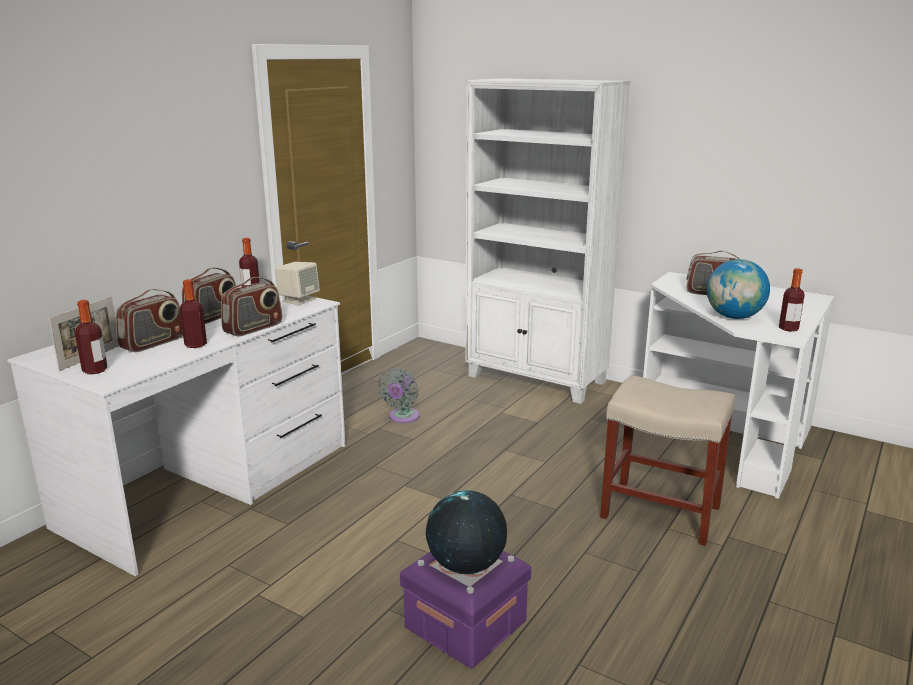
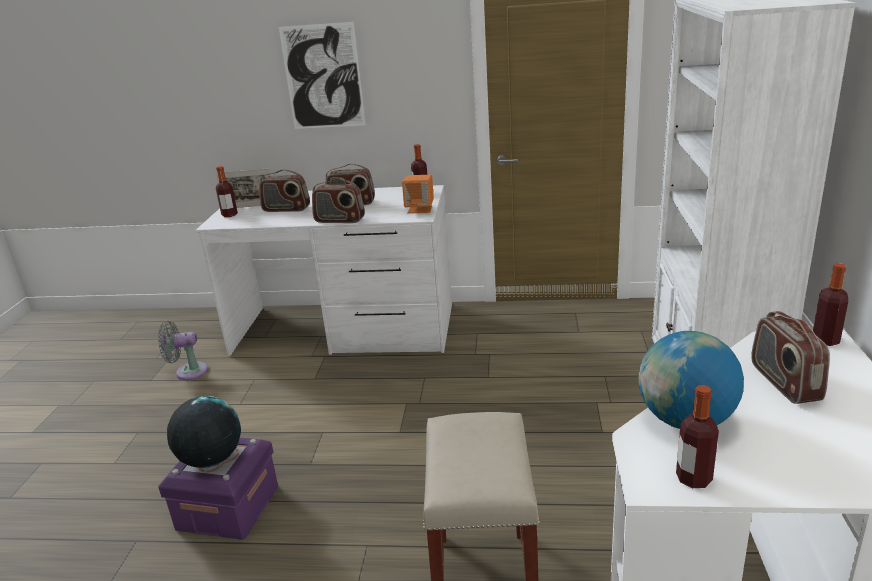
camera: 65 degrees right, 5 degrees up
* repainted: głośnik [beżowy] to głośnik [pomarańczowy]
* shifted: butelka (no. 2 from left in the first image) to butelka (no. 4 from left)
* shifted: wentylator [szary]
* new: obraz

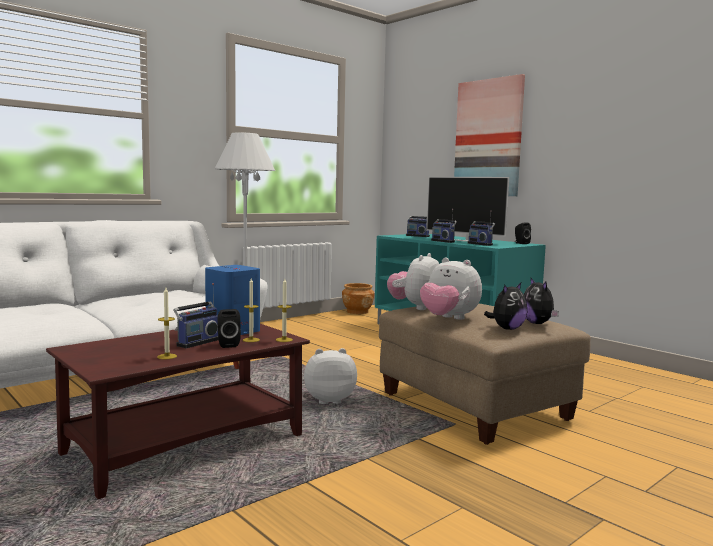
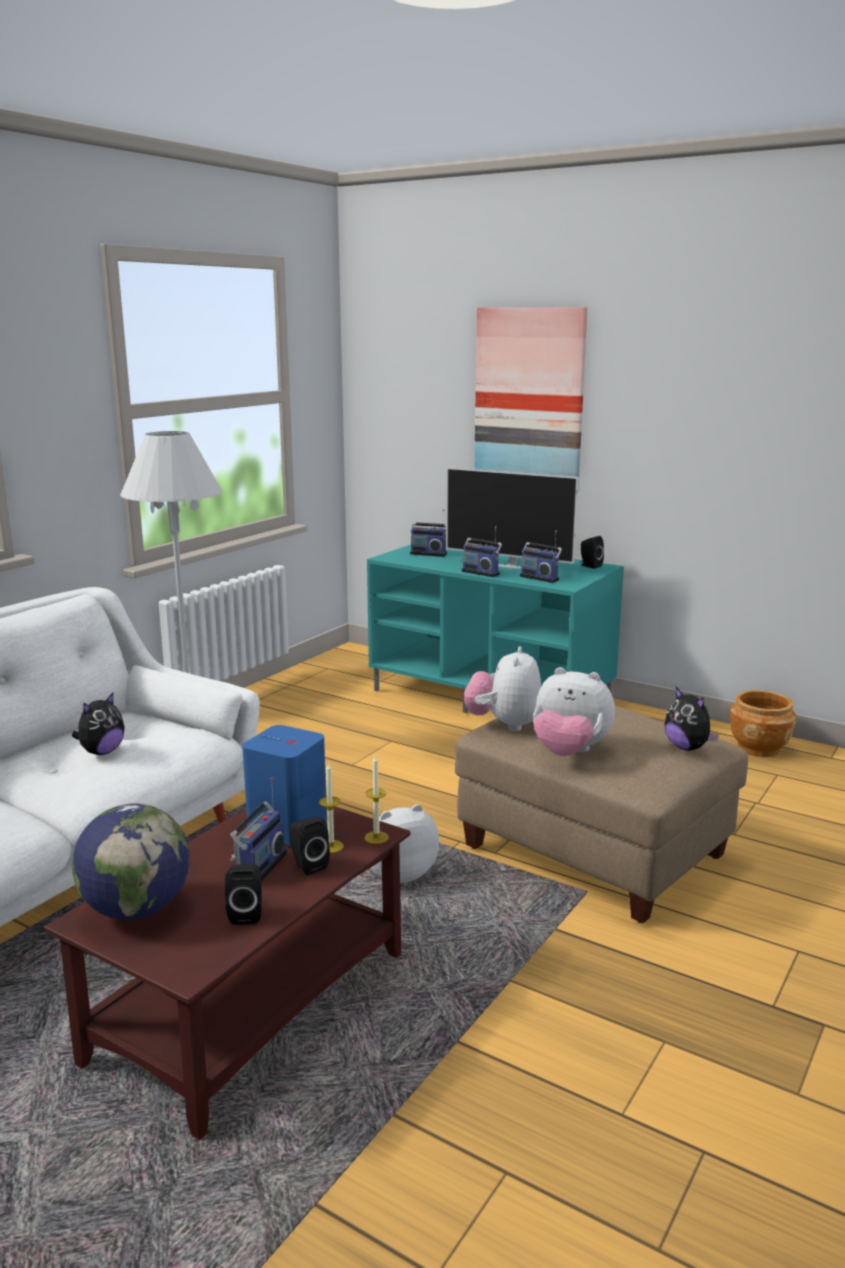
camera: 15 degrees left, 10 degrees up
* shifted: donica [brązowy]
* shifted: pluszak (no. 4 from left in the first image) to pluszak (no. 1 from left)
* swapped: świeca (no. 1 from left) to głośnik [czarny] (no. 1 from left)
* new: globus

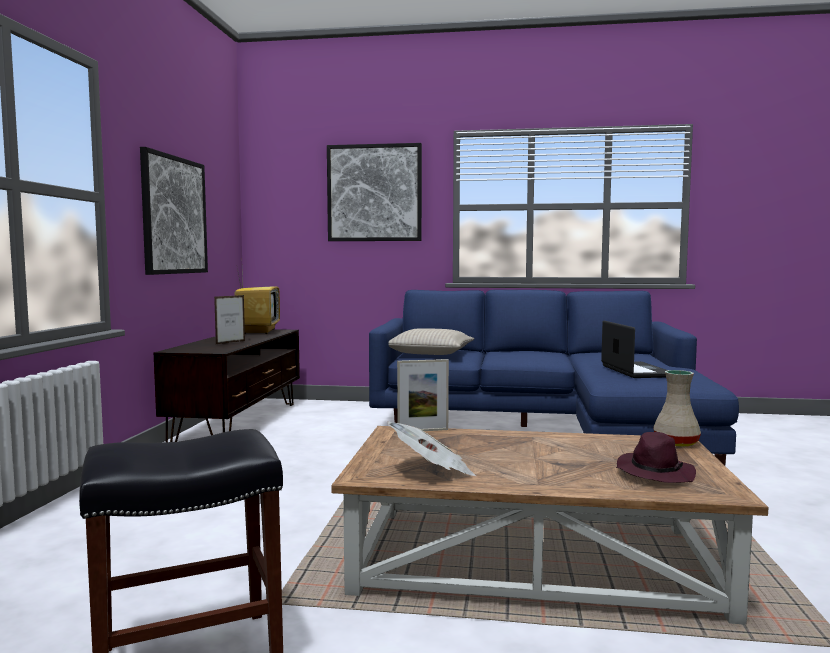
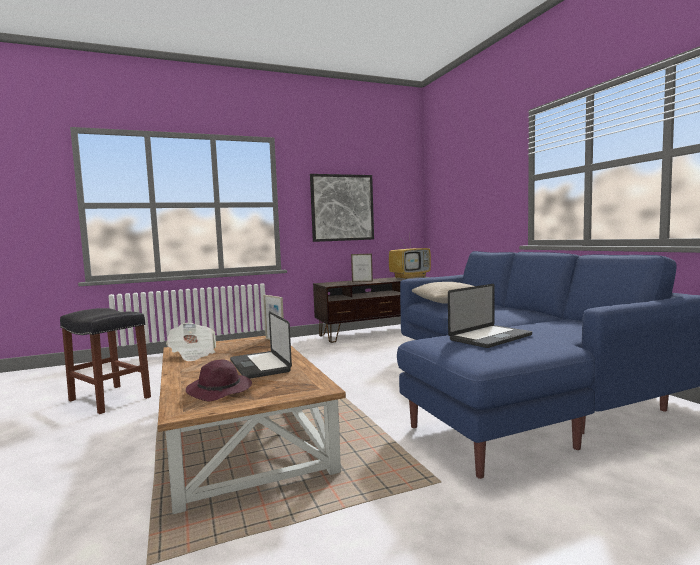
camera: 60 degrees right, 0 degrees up
* gone: obraz (no. 2 from left)
* gone: wazon [beżowy]
* new: laptop (no. 1 from left)

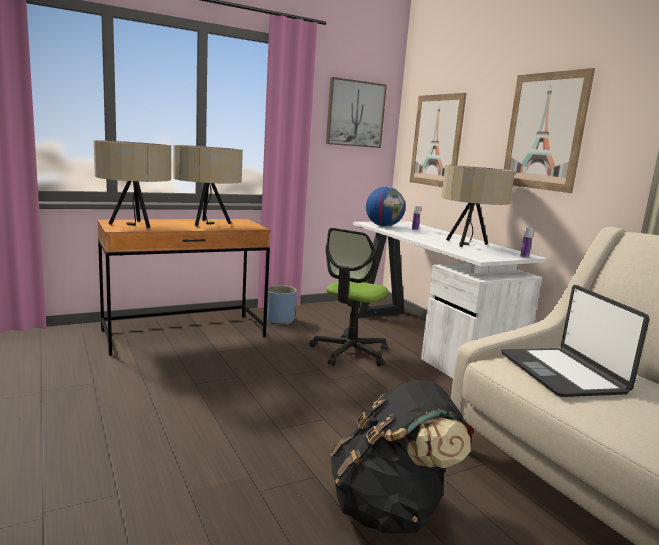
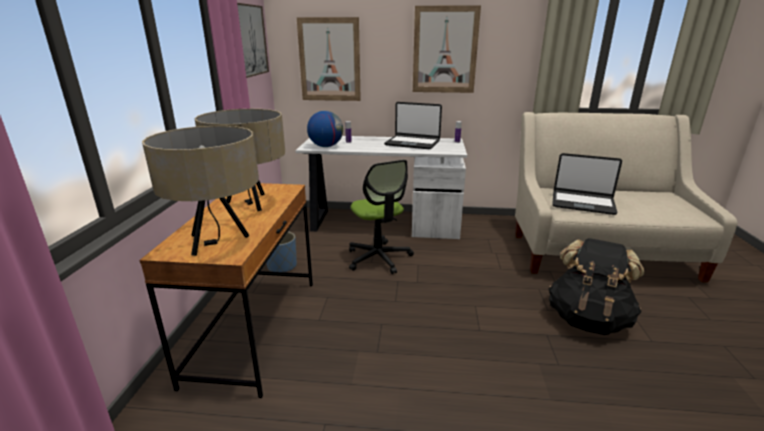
camera: 55 degrees left, 10 degrees up
* swapped: lampa stołowa [beżowy] (no. 3 from left) to laptop (no. 1 from left)

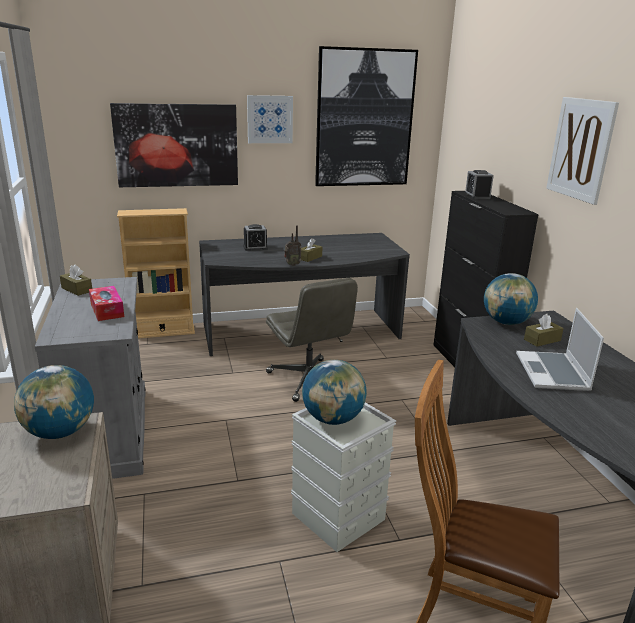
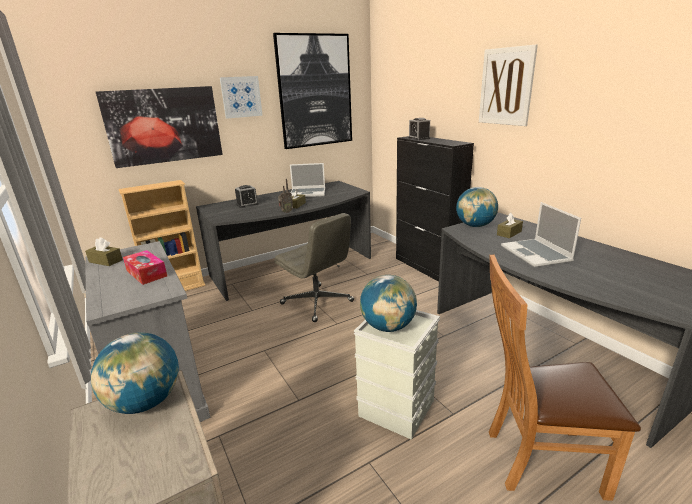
camera: 15 degrees left, 0 degrees up
* new: laptop (no. 1 from left)

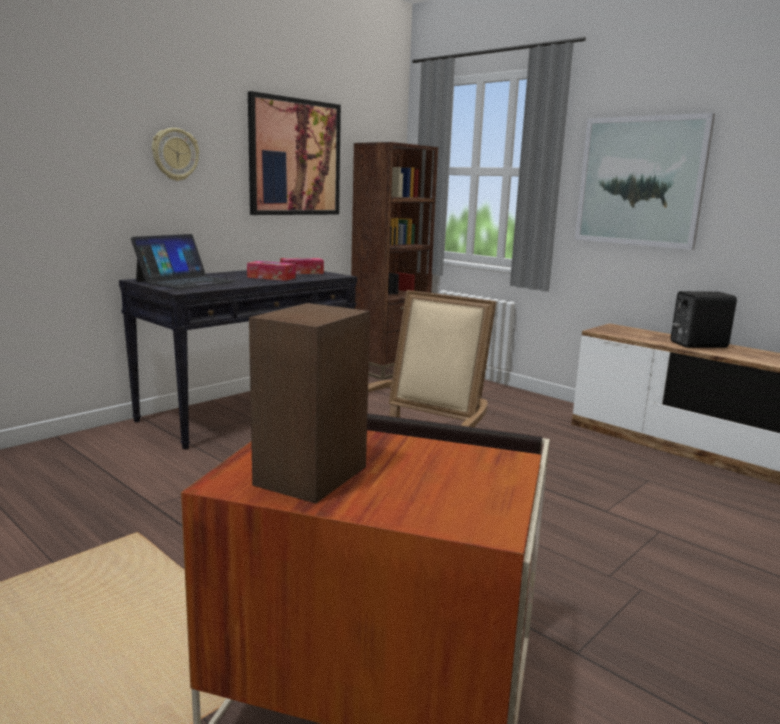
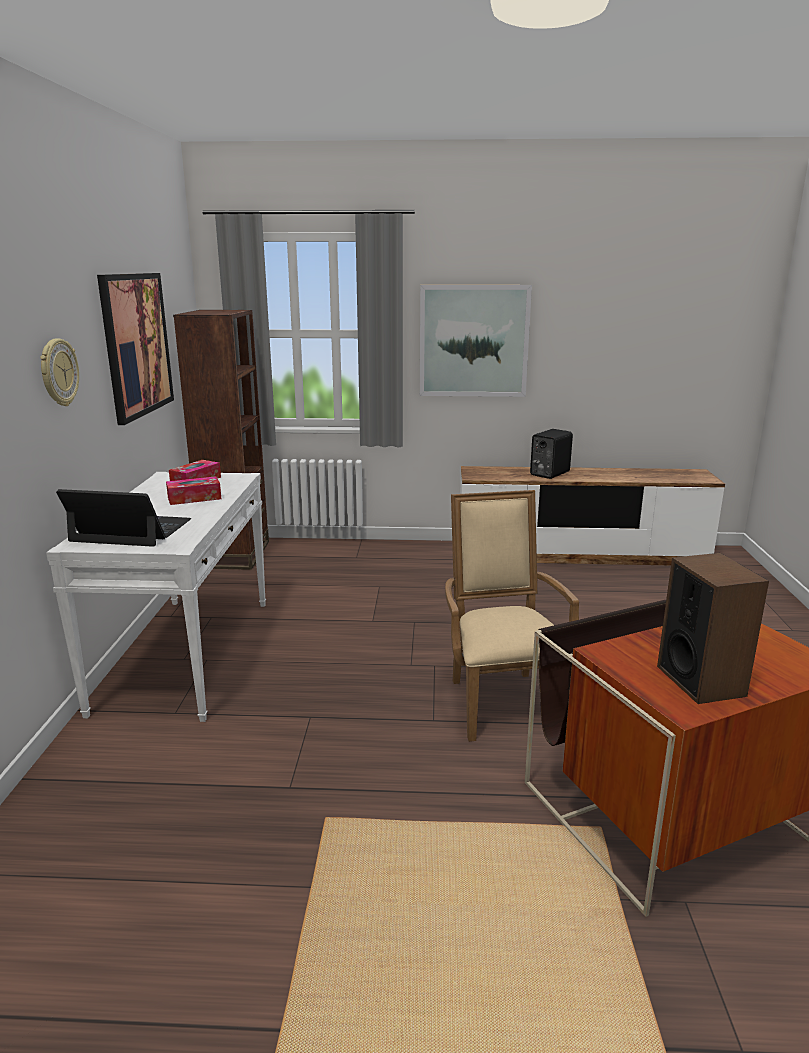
camera: 40 degrees left, 5 degrees up
* rotated: laptop 75 degrees counterclockwise
* repainted: stolik konsolowy [czarny] to stolik konsolowy [biały]

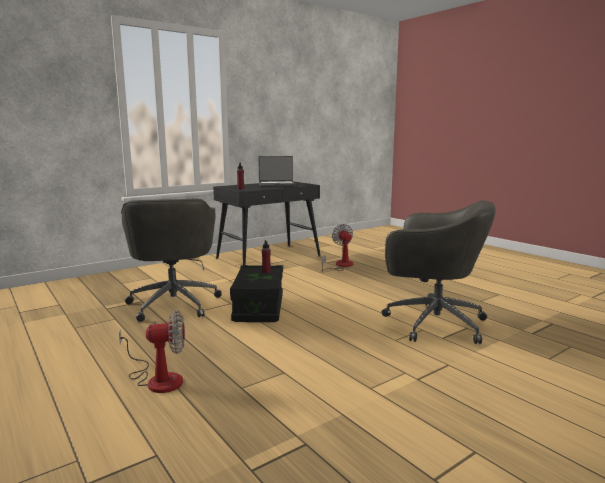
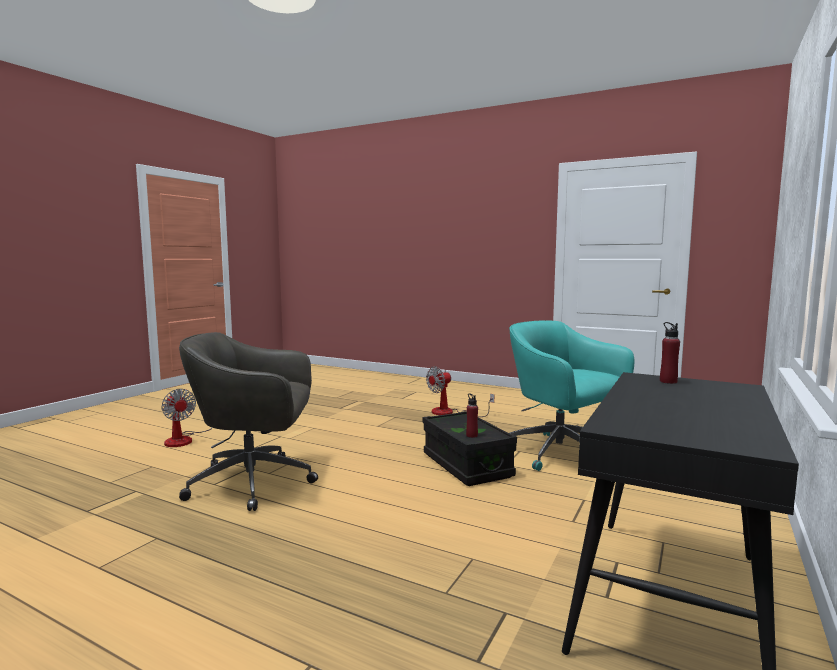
camera: 155 degrees right, 5 degrees down
* gone: laptop
* repainted: krzesło biurowe [szary] (no. 1 from left) to krzesło biurowe [turkusowy]
* shifted: wentylator (no. 2 from left in the first image) to wentylator (no. 1 from left)

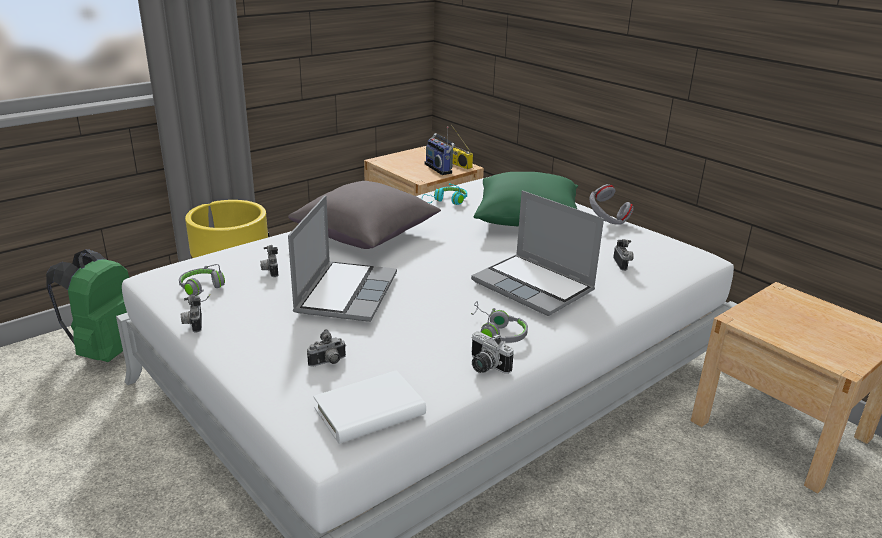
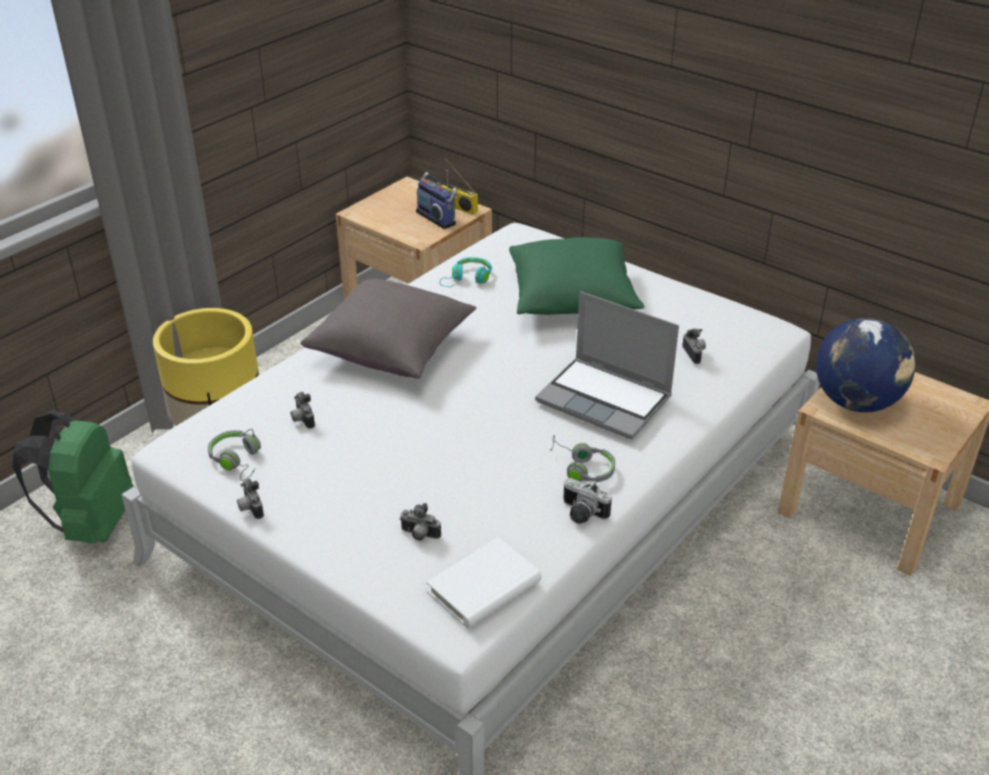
camera: 10 degrees left, 10 degrees up
* gone: słuchawki [szary] (no. 3 from left)
* gone: laptop (no. 1 from left)
* rotated: aparat fotograficzny (no. 3 from left) 60 degrees clockwise
* new: globus

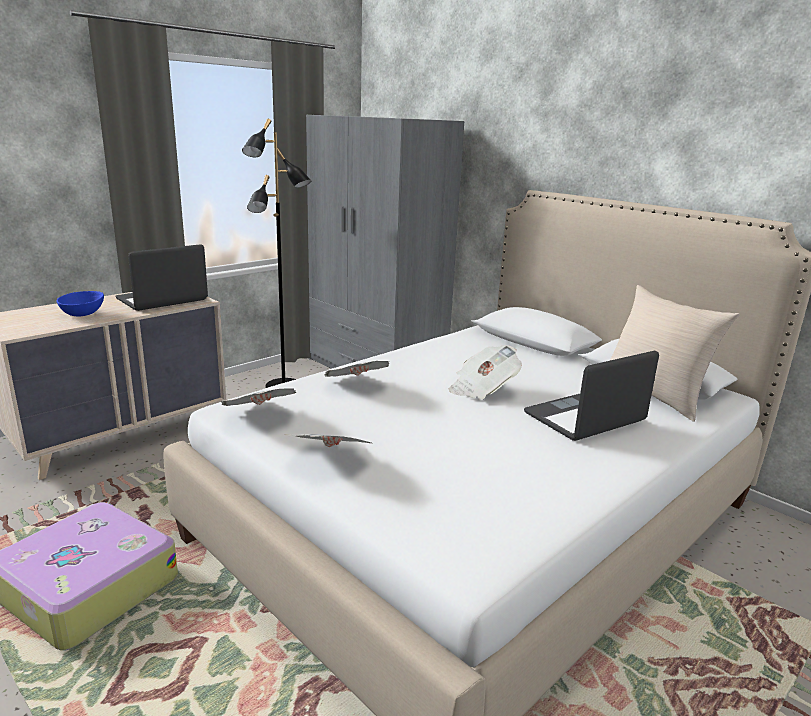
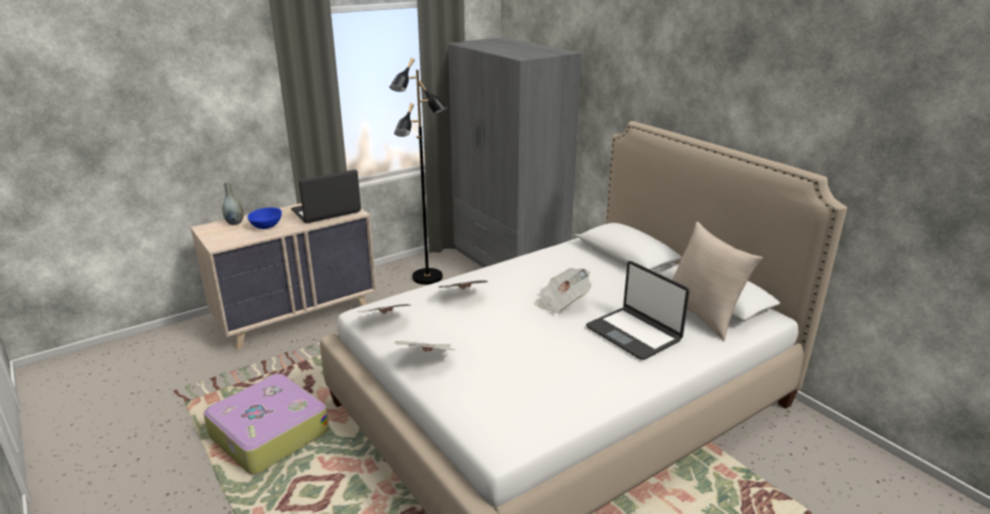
camera: 10 degrees right, 5 degrees up
* rotated: laptop (no. 2 from left) 105 degrees counterclockwise
* new: wazon [szary]

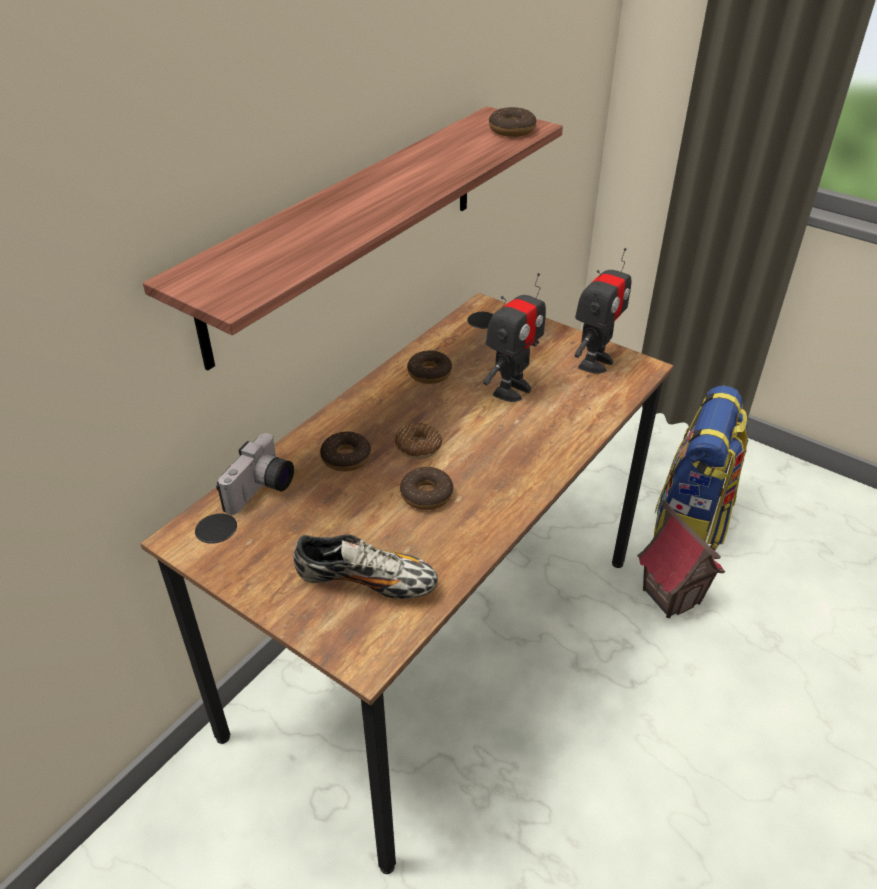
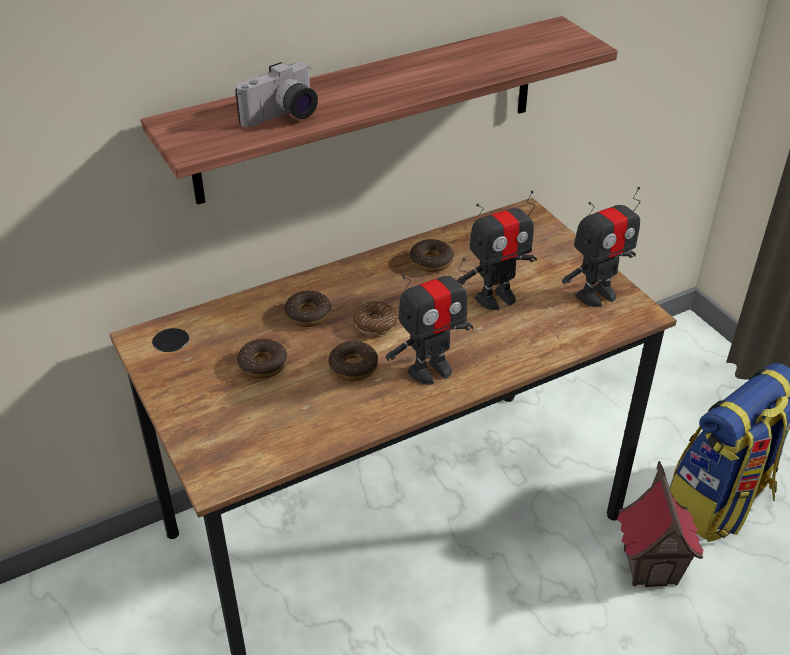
camera: 25 degrees right, 0 degrees up
* shifted: donut (no. 5 from left in the first image) to donut (no. 1 from left)
* shifted: aparat fotograficzny
* gone: but
* new: robot zabawkowy (no. 1 from left)

